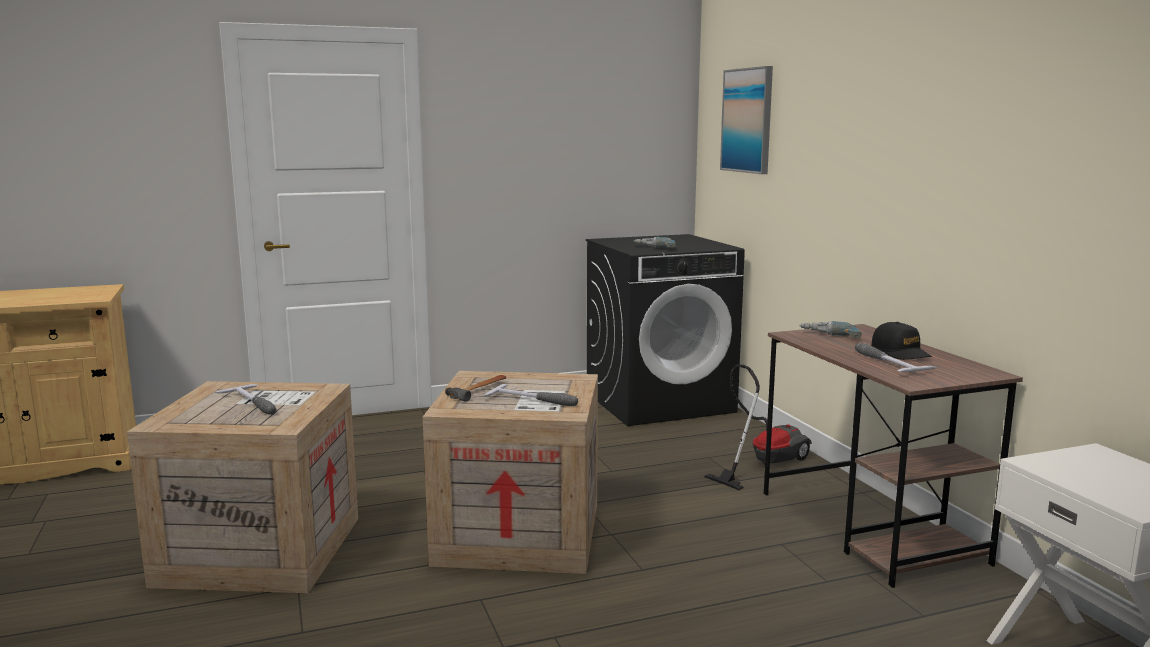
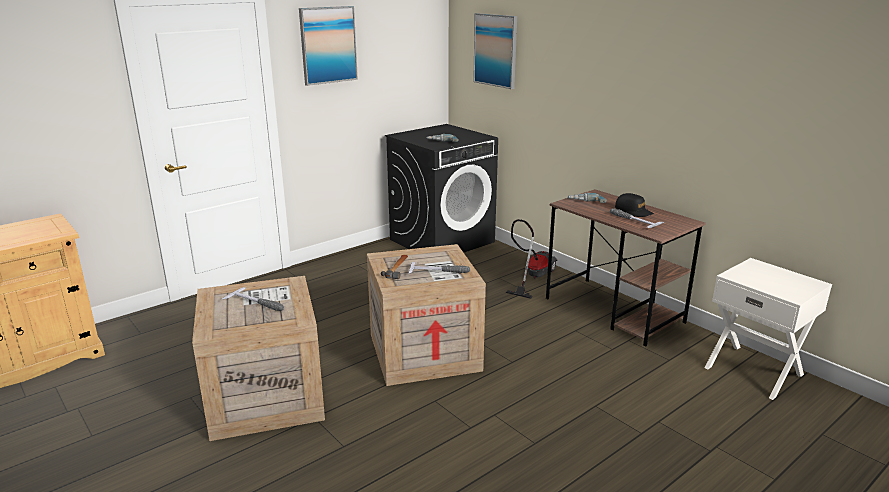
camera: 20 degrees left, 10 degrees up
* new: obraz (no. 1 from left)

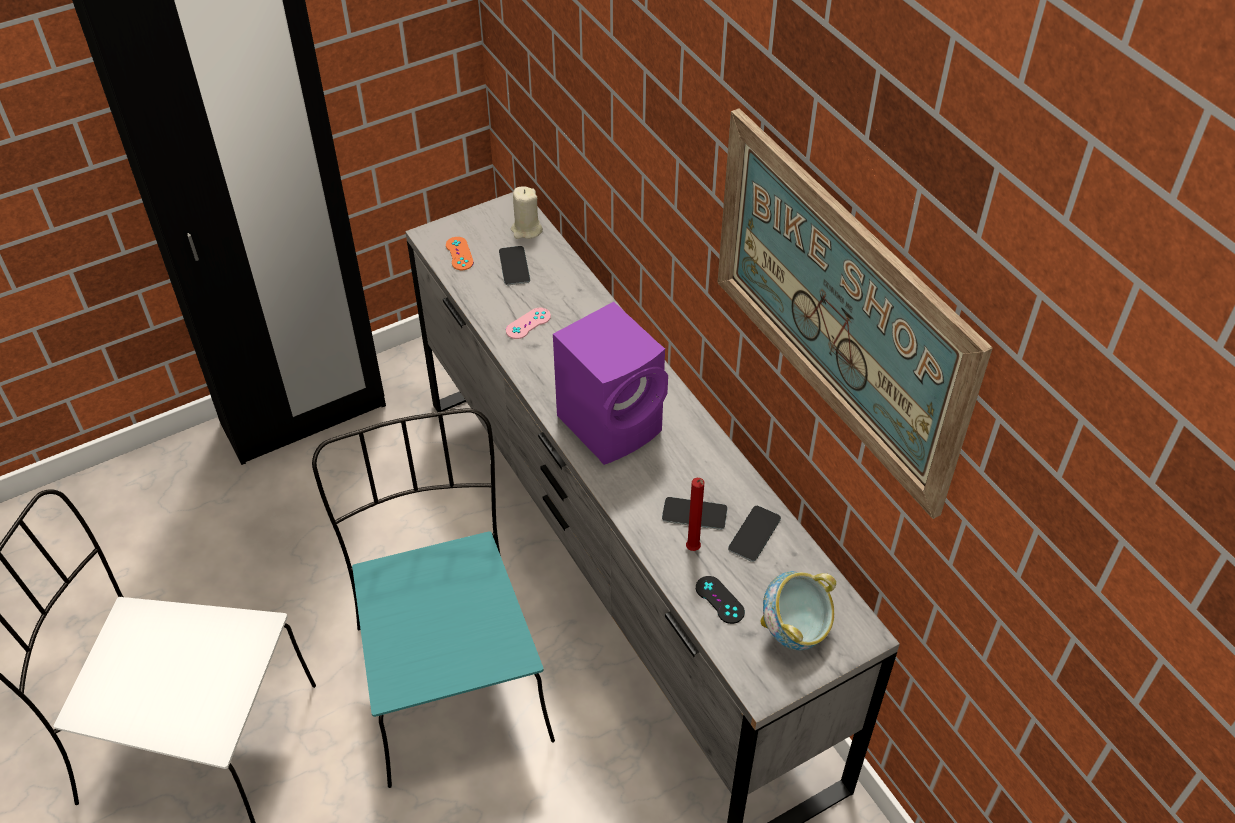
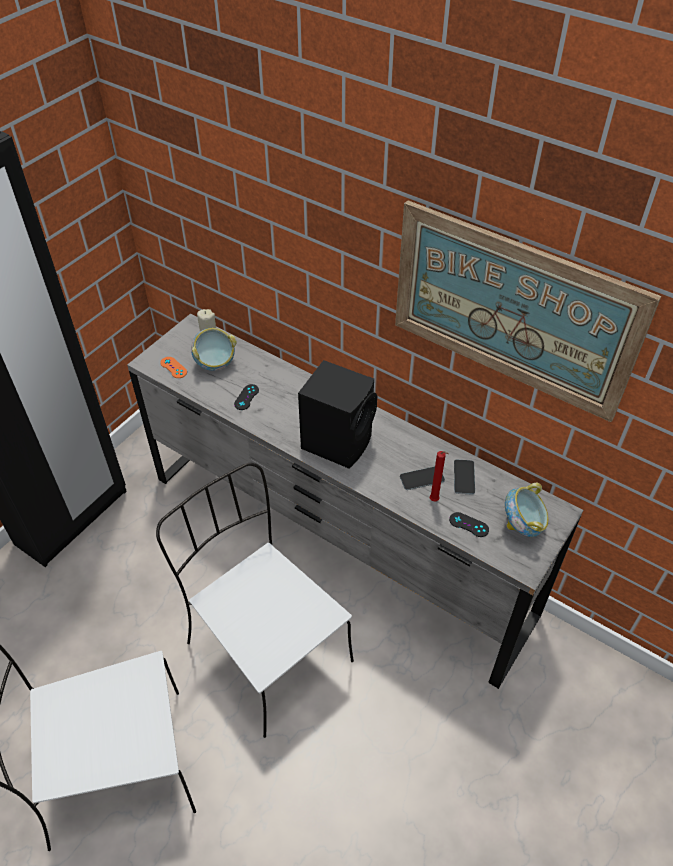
camera: 25 degrees left, 0 degrees up
* swapped: telefon (no. 1 from left) to miska (no. 1 from left)
* repainted: głośnik [fioletowy] to głośnik [czarny]
* repainted: pad do gier [różowy] to pad do gier [czarny] (no. 1 from left)
* repainted: krzesło [turkusowy] to krzesło [biały] (no. 2 from left)

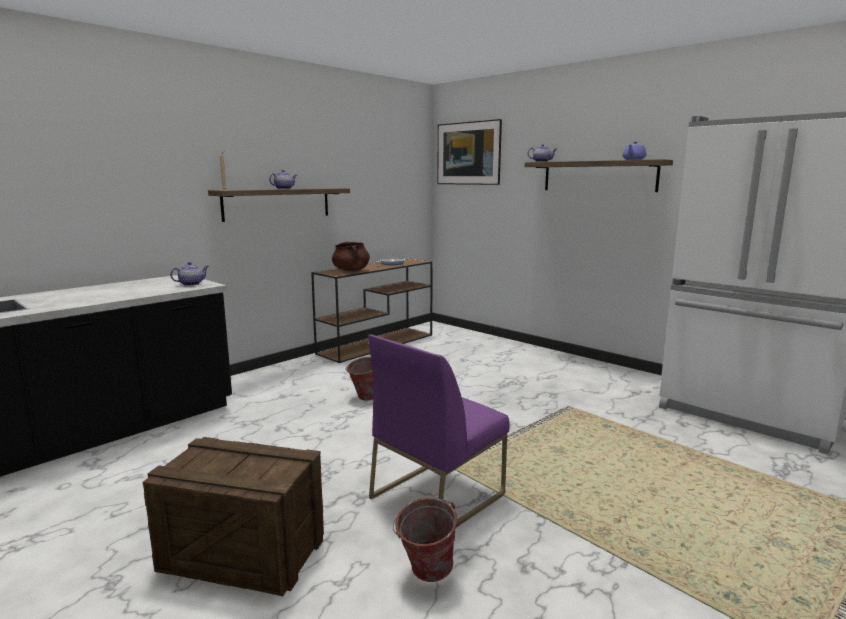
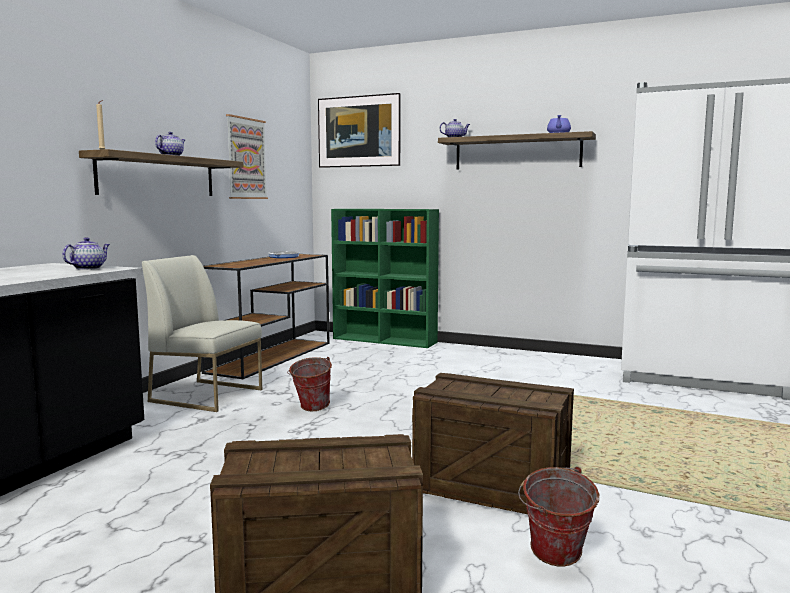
camera: 20 degrees left, 5 degrees down
* gone: garnek [brązowy]
* swapped: krzesło [fioletowy] to skrzynka (no. 2 from left)
* new: obraz (no. 1 from left)
* new: regał [zielony]
* new: krzesło [biały]

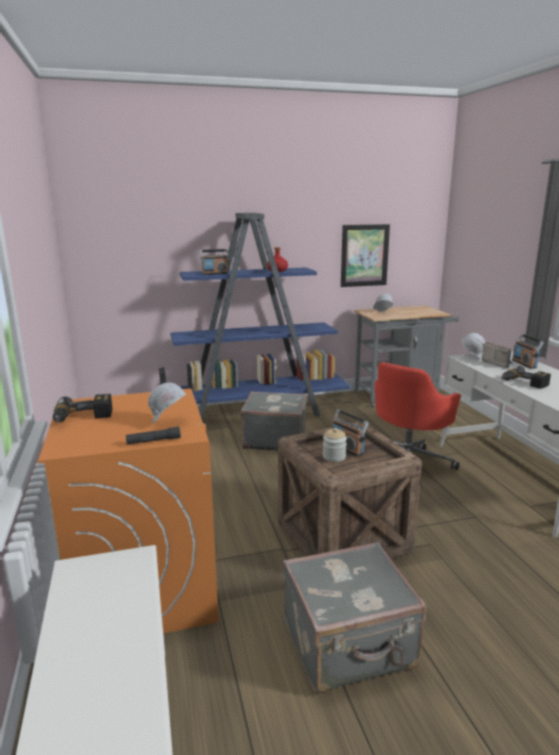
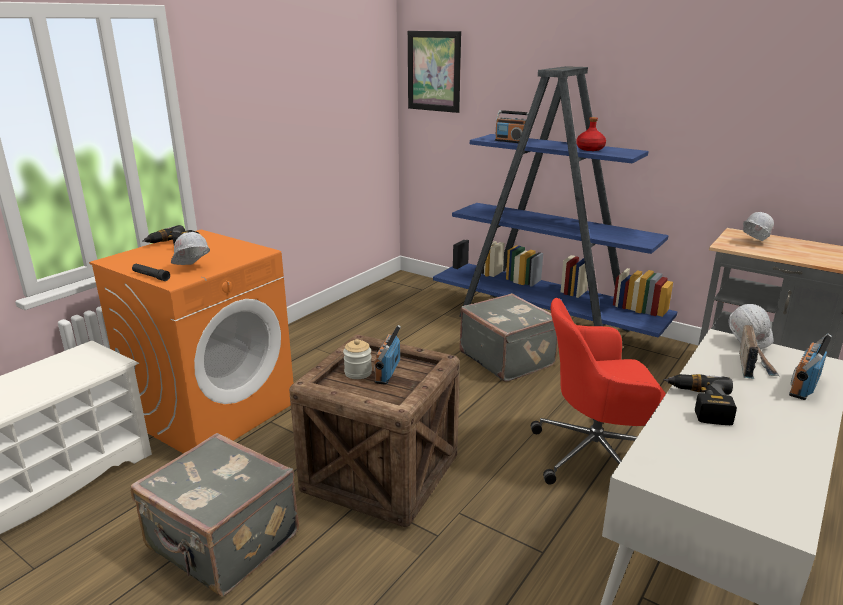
camera: 50 degrees right, 5 degrees up
* shifted: obraz

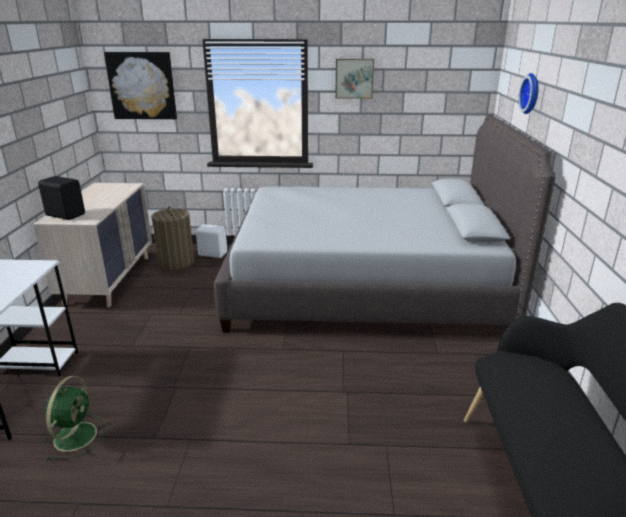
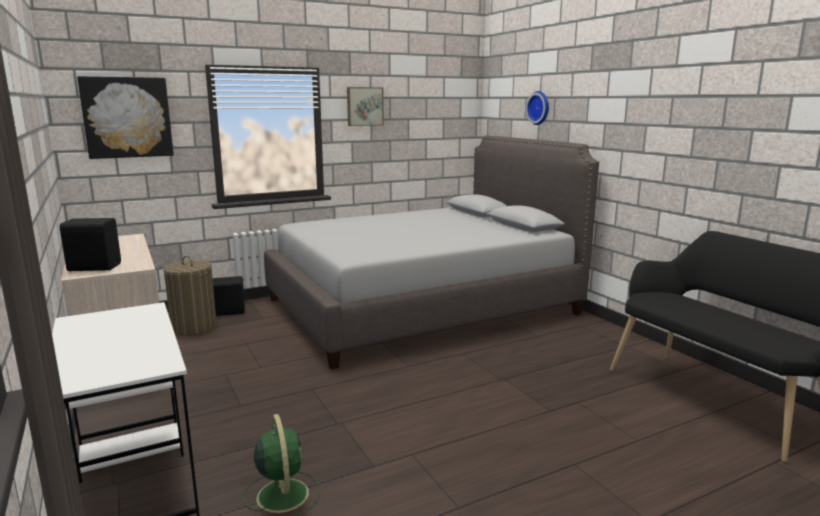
camera: 30 degrees left, 10 degrees down
* repainted: głośnik [biały] to głośnik [czarny] (no. 2 from left)

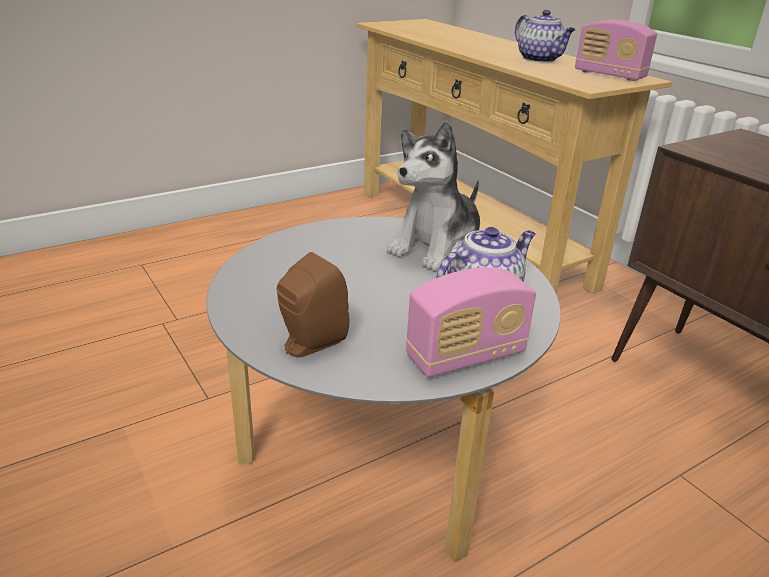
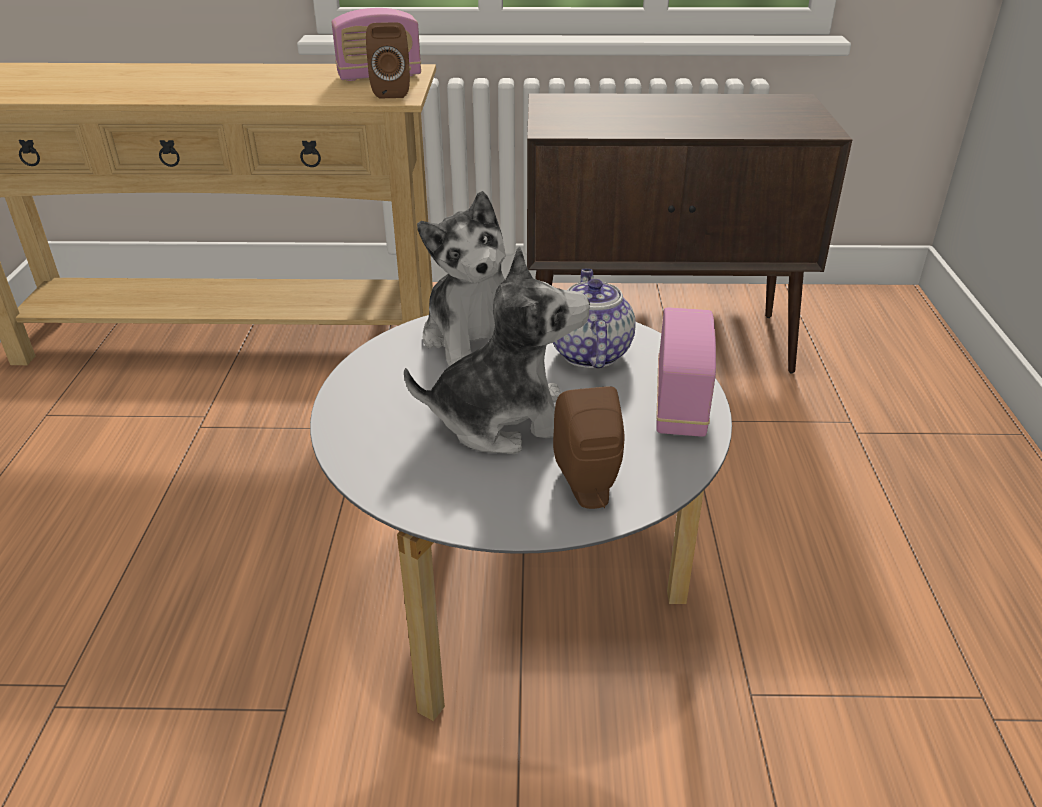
camera: 55 degrees left, 5 degrees up
* gone: imbryk (no. 2 from left)
* new: głośnik [brązowy] (no. 1 from left)
* new: pluszak (no. 2 from left)

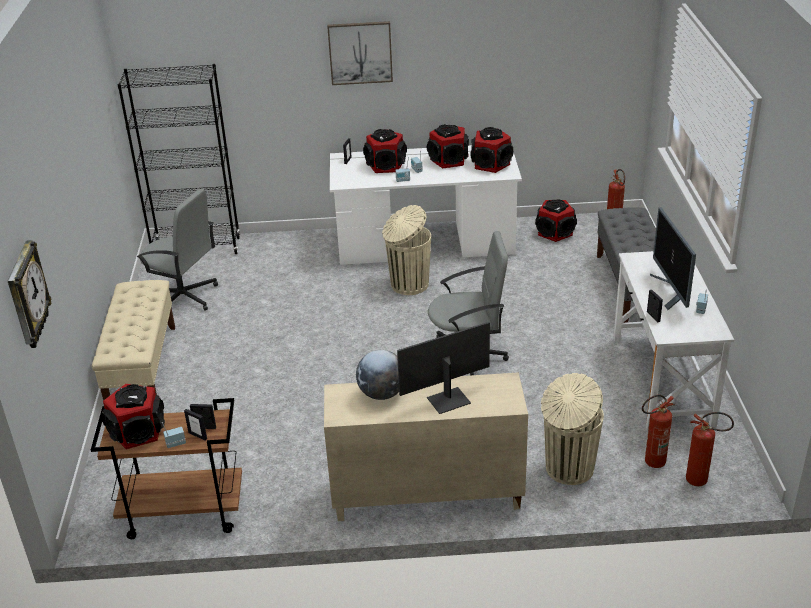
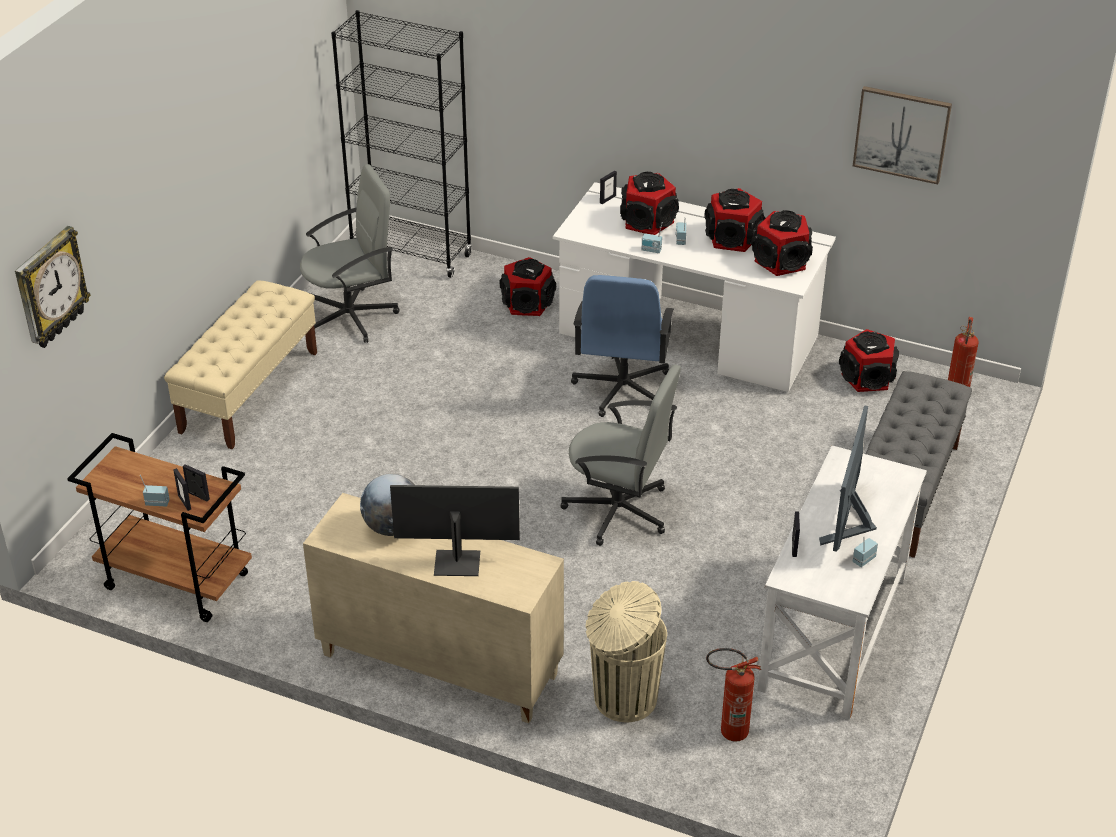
camera: 25 degrees right, 5 degrees up
* shifted: obraz
* rotated: krzesło biurowe [szary] (no. 1 from left) 75 degrees counterclockwise
* swapped: kosz na śmieci [beżowy] (no. 1 from left) to krzesło biurowe [niebieski]
* shifted: głośnik (no. 1 from left)
* gone: gaśnica (no. 3 from left)

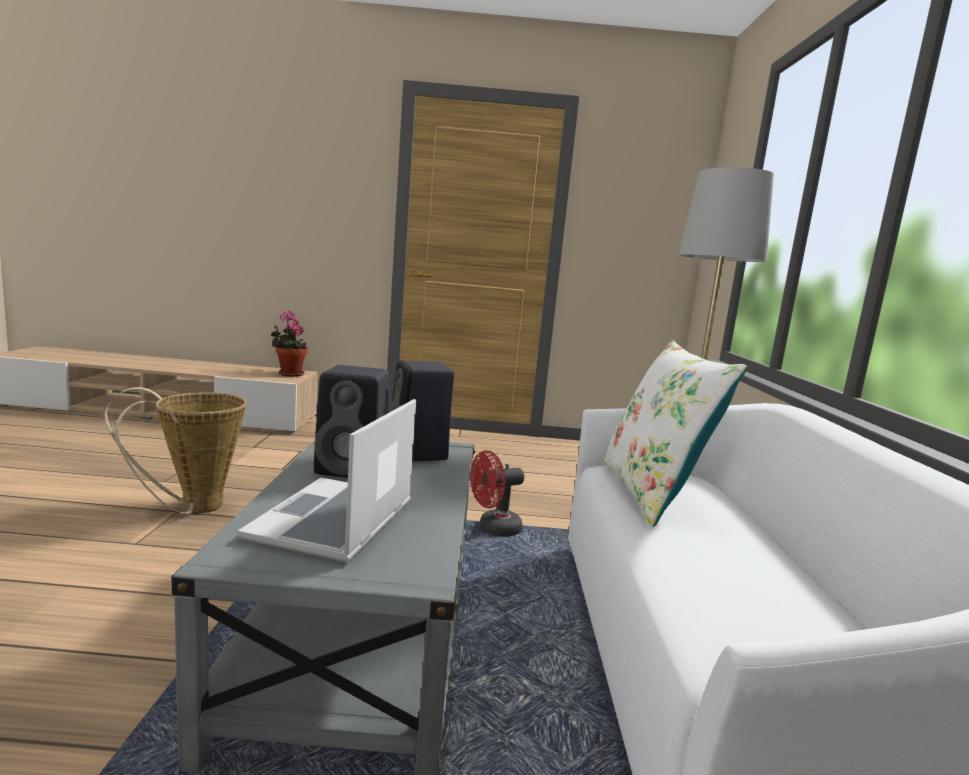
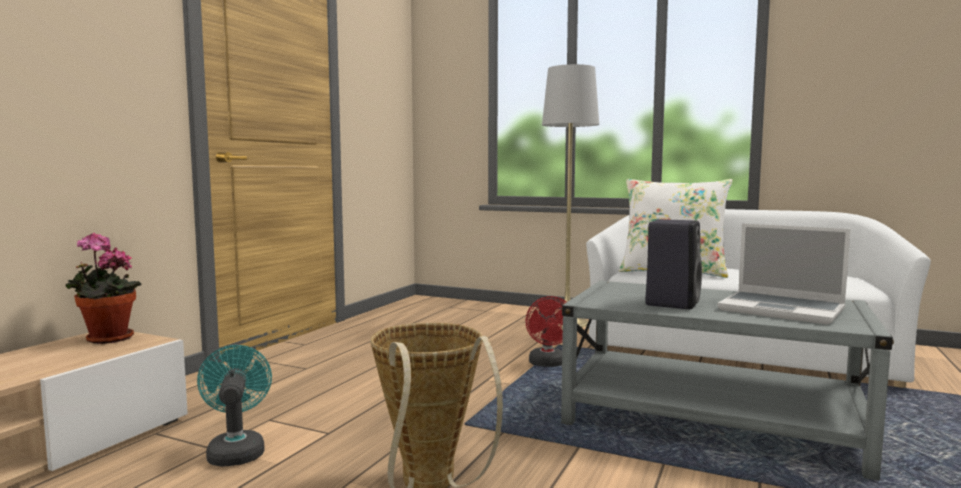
camera: 65 degrees left, 5 degrees down
* gone: głośnik [czarny] (no. 2 from left)
* new: wentylator [turkusowy]

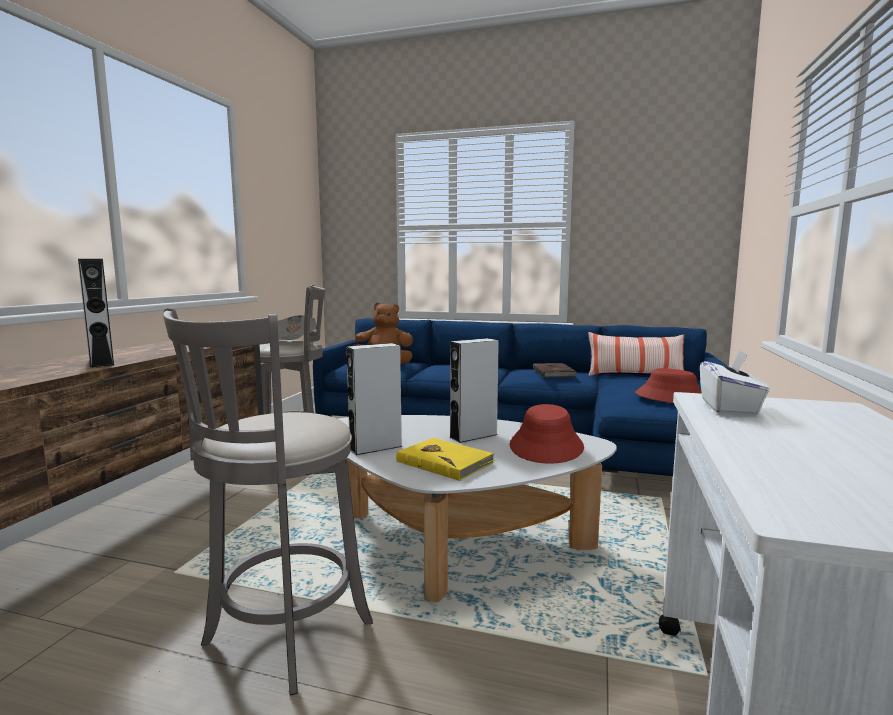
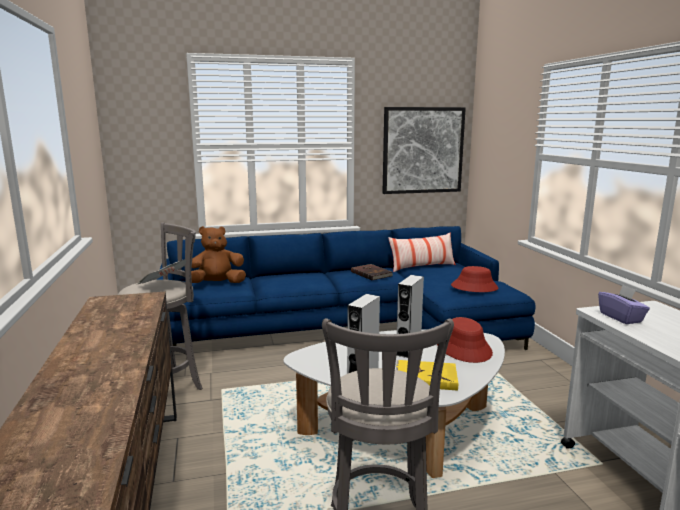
camera: 30 degrees left, 5 degrees up
* gone: głośnik [szary] (no. 1 from left)
* repainted: pudełko chusteczek [biały] to pudełko chusteczek [fioletowy]
* new: obraz

